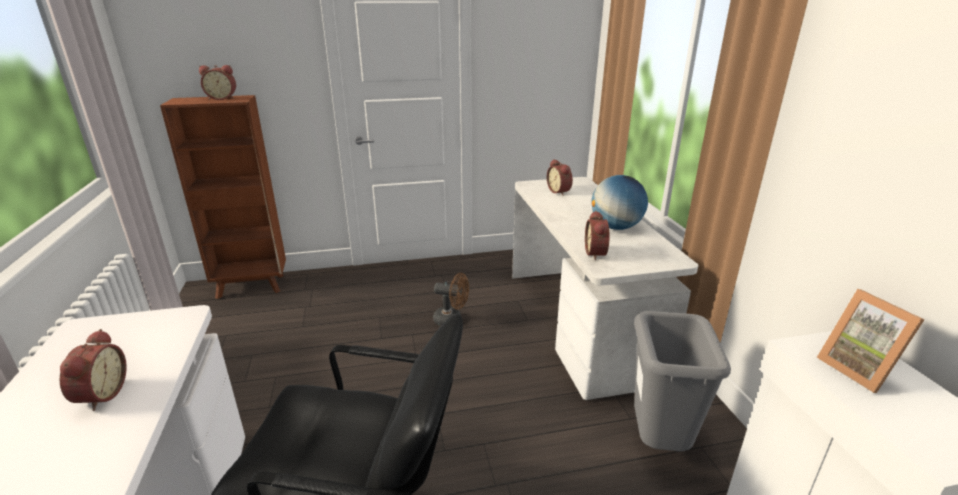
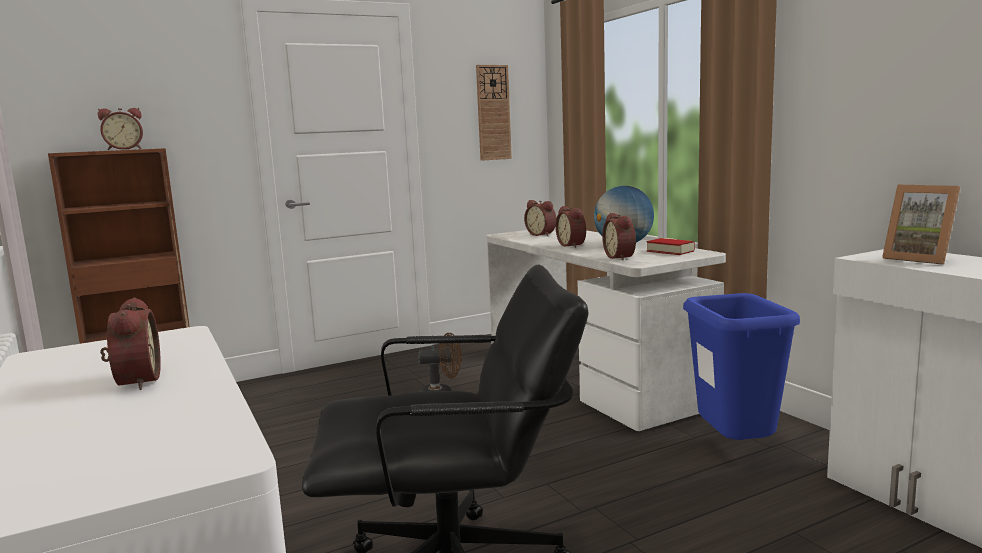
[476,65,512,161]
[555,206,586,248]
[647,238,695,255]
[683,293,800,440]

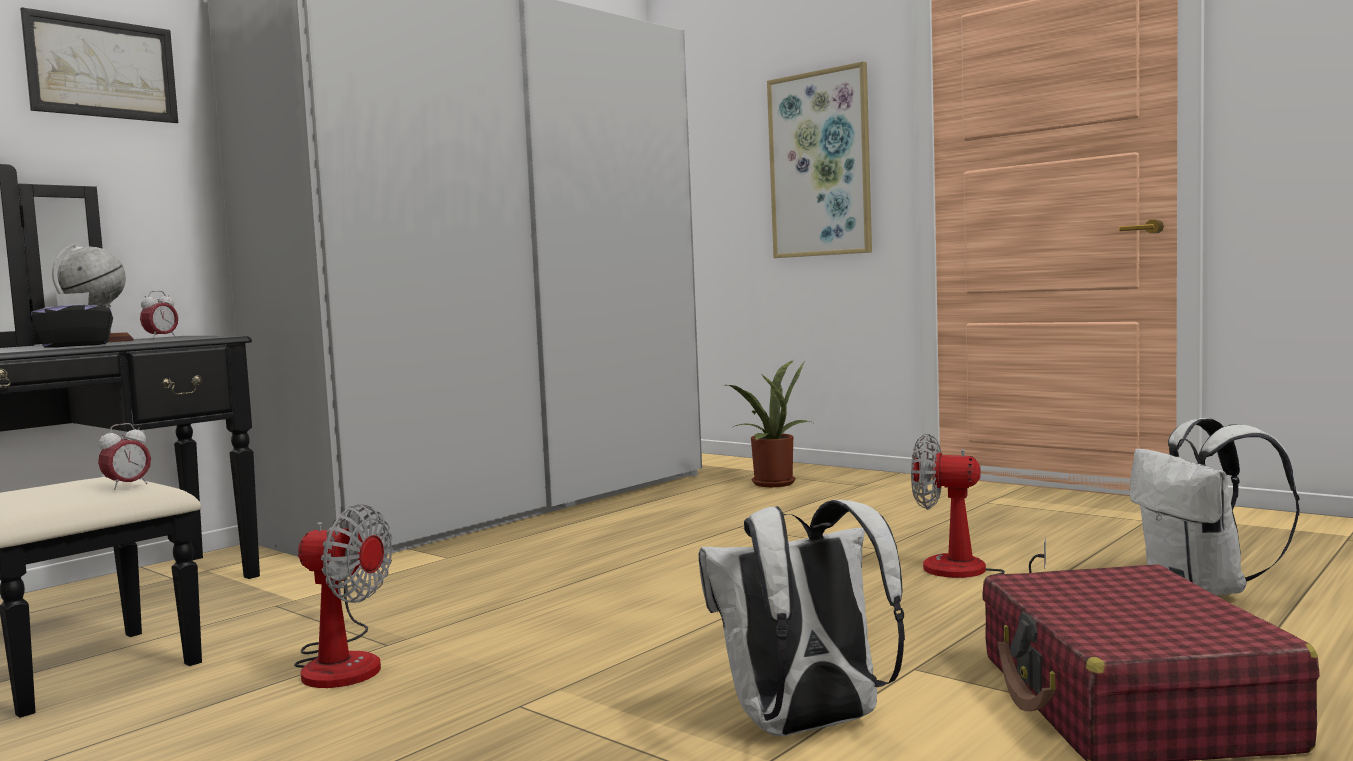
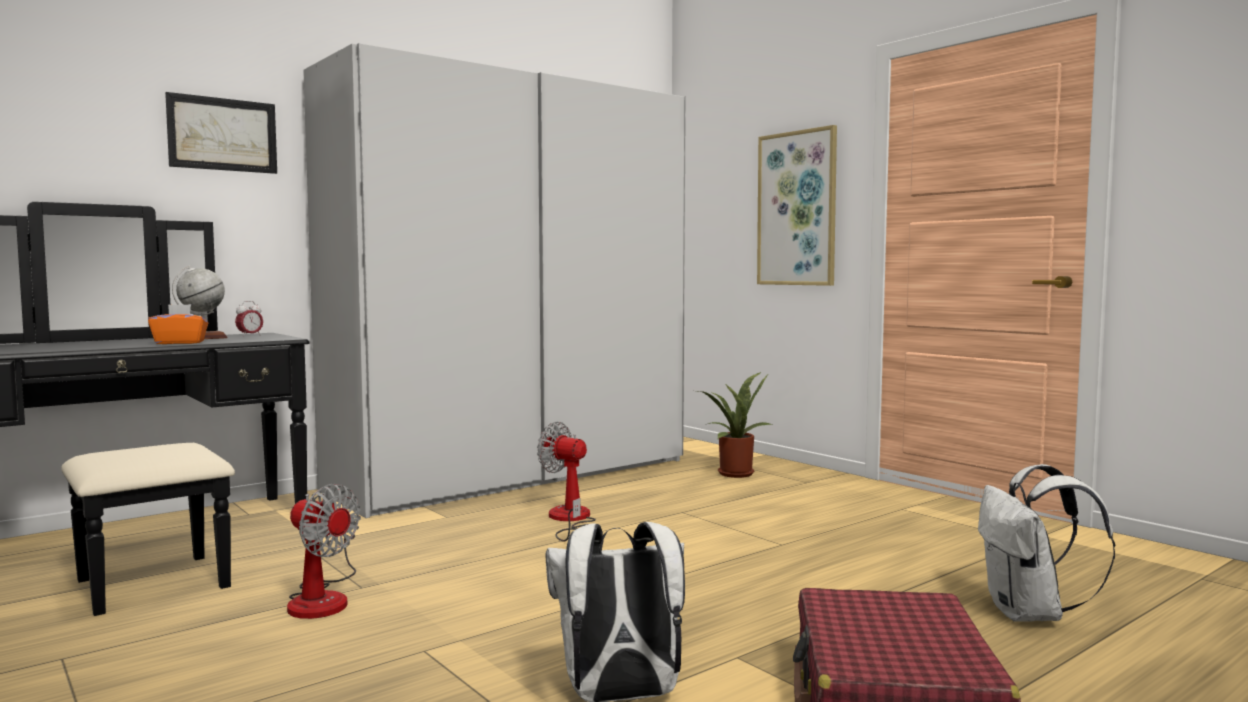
[148,304,208,344]
[537,421,596,542]
[98,423,151,490] (first image)

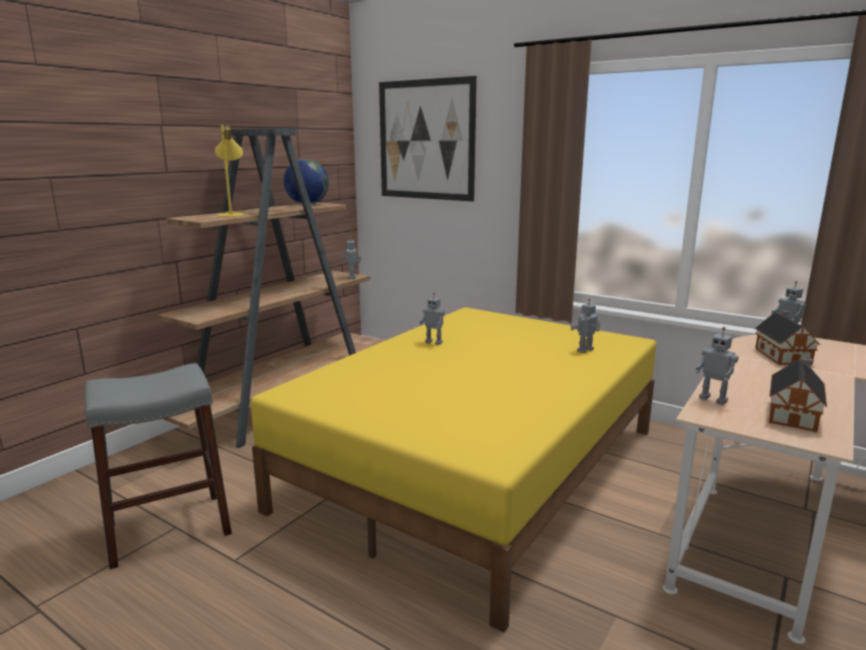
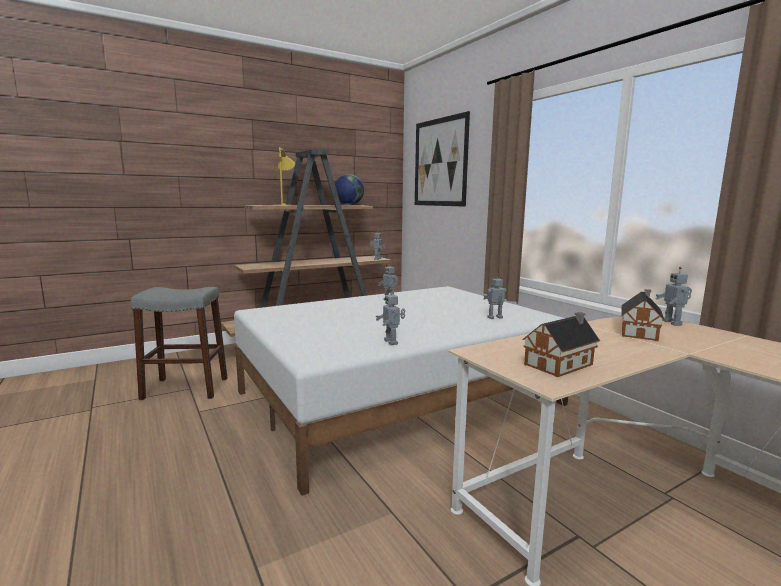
[234,286,568,496]
[376,289,405,345]

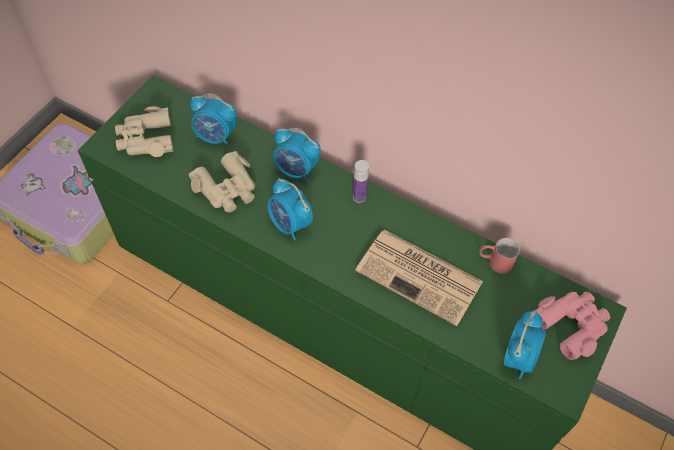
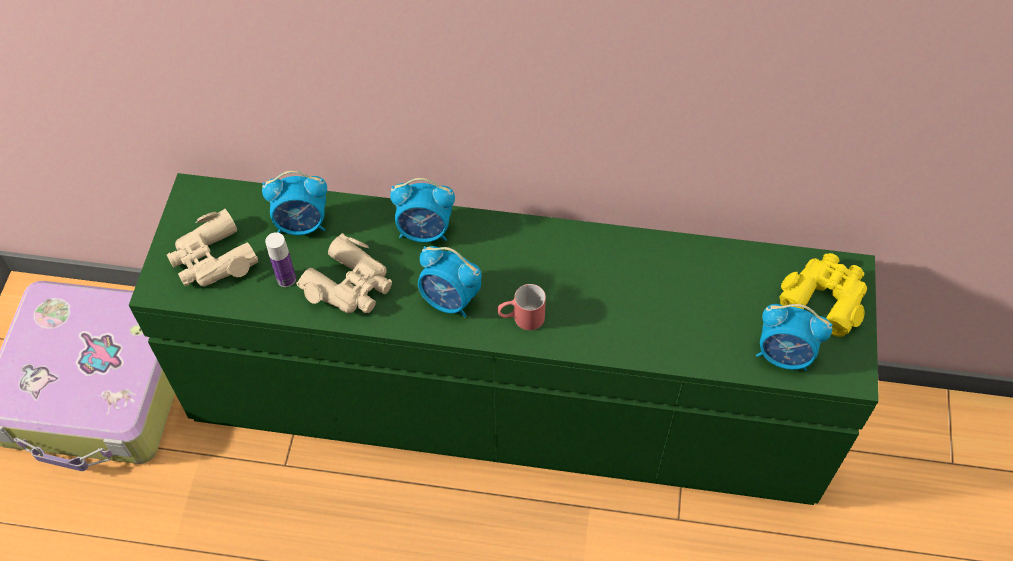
[265,232,296,287]
[497,284,546,330]
[756,304,833,371]
[779,253,867,337]
[355,230,483,326] (first image)

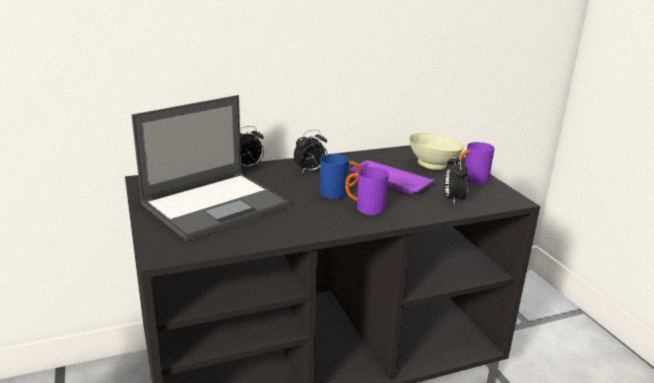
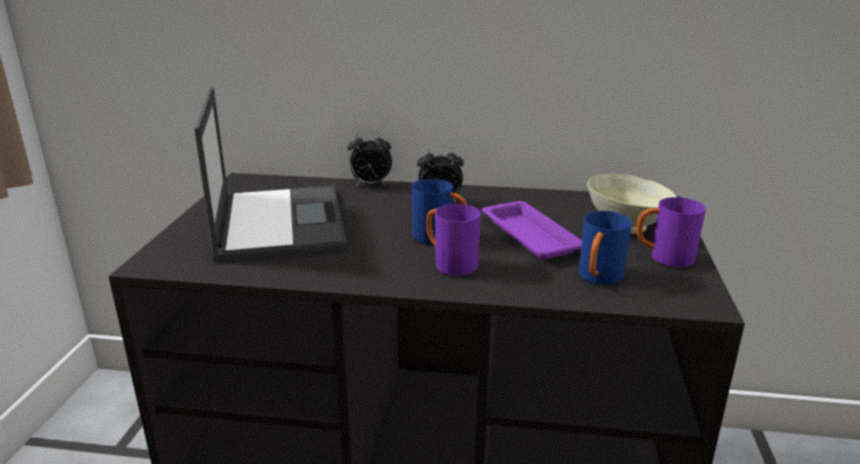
[194,87,347,261]
[579,211,632,285]

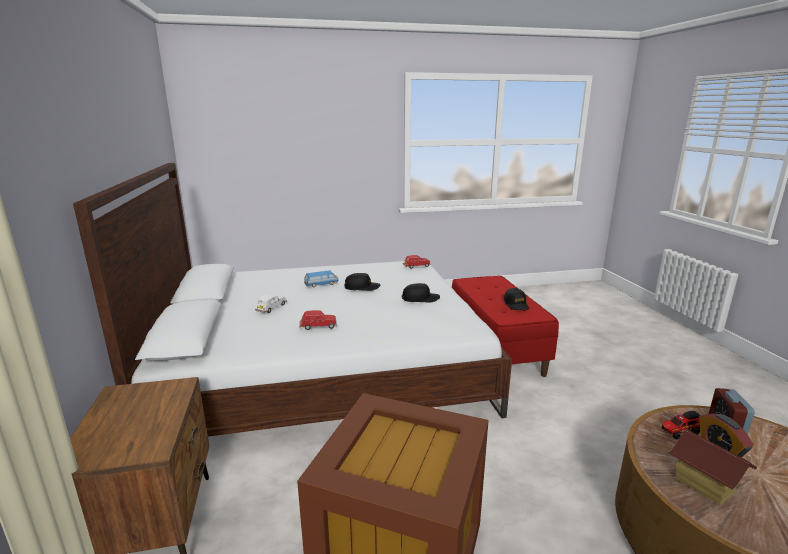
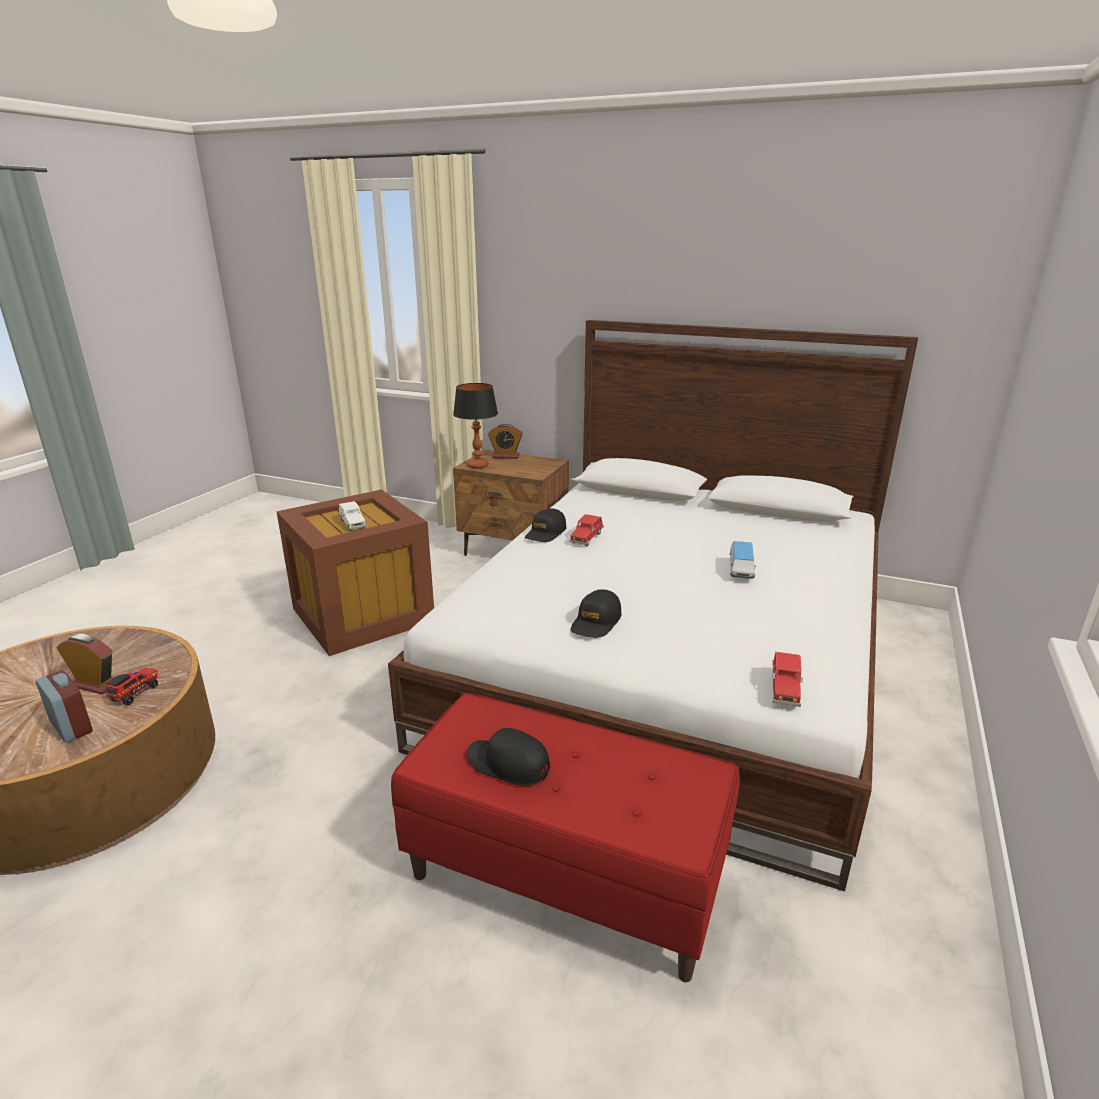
[338,501,367,531]
[453,383,498,469]
[488,424,523,459]
[525,508,566,542]
[668,429,757,506] (first image)

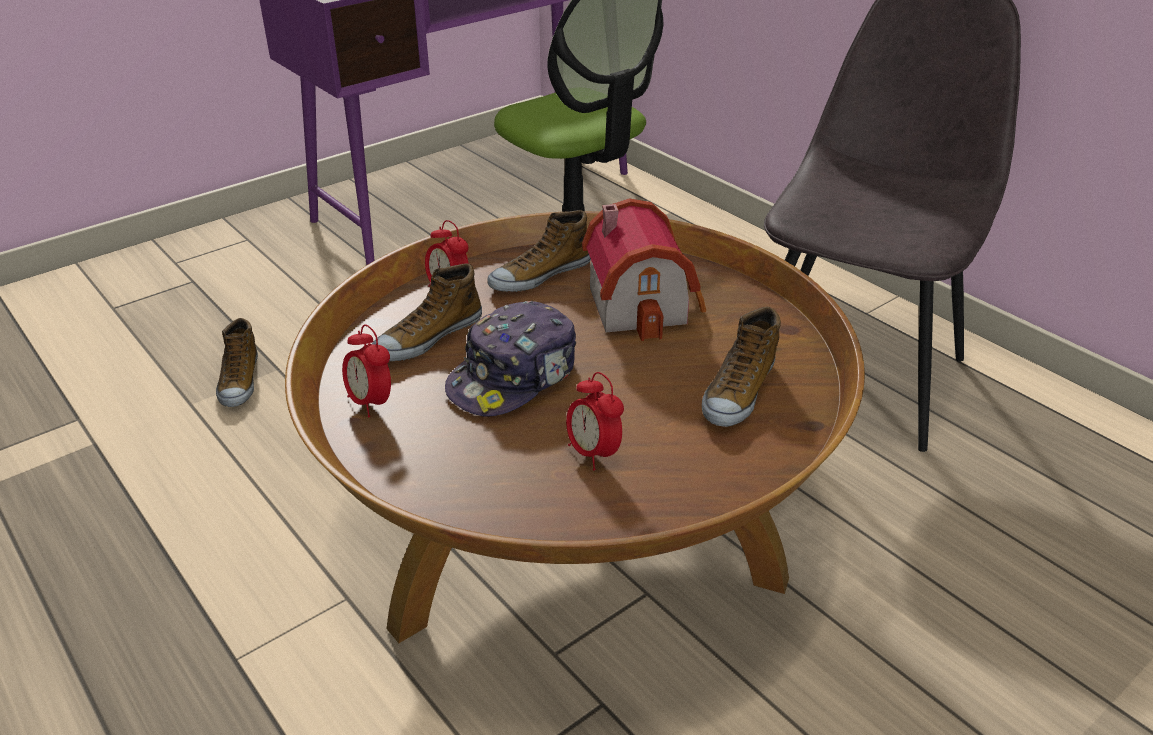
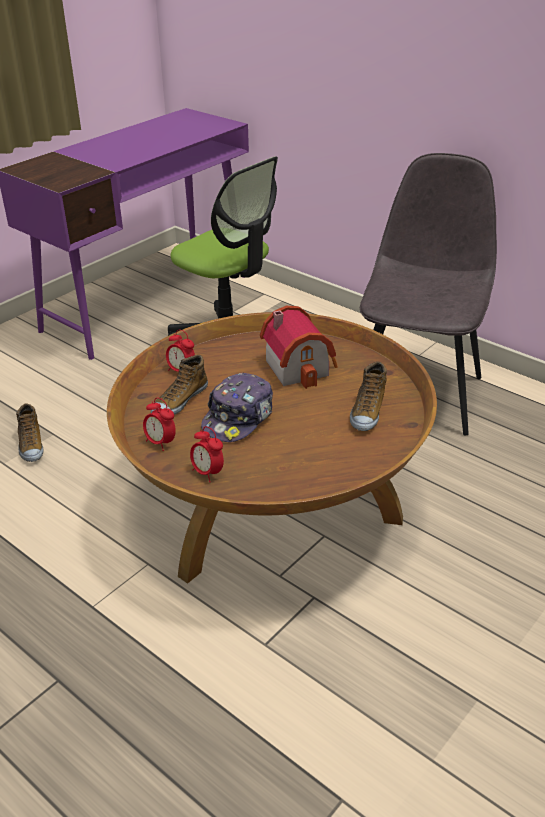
[190,426,224,482]
[487,210,591,292] (first image)

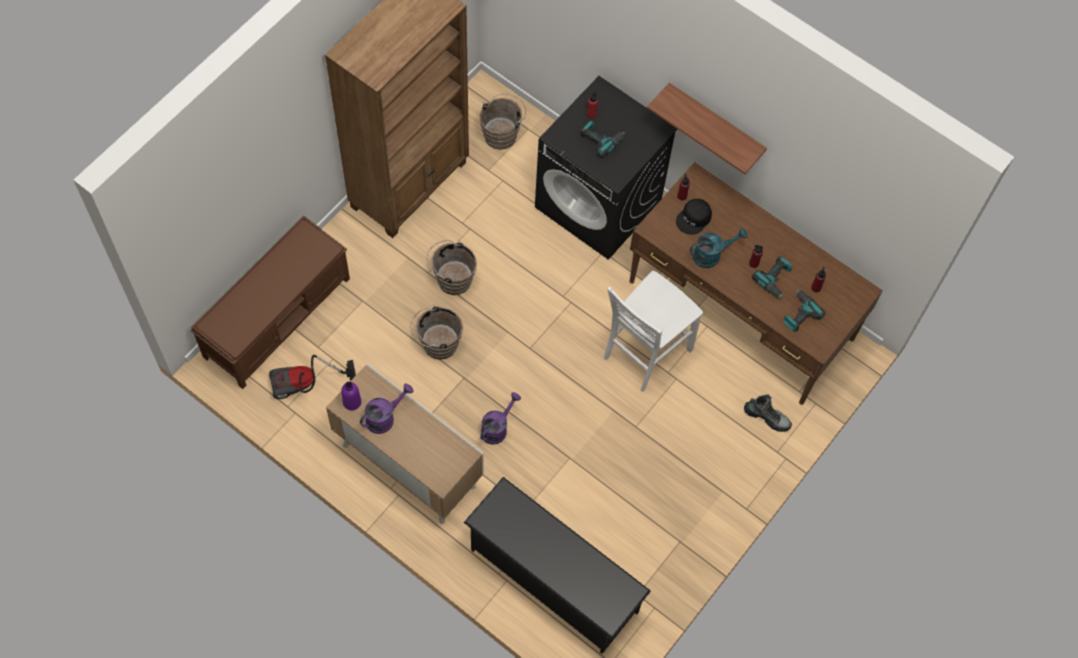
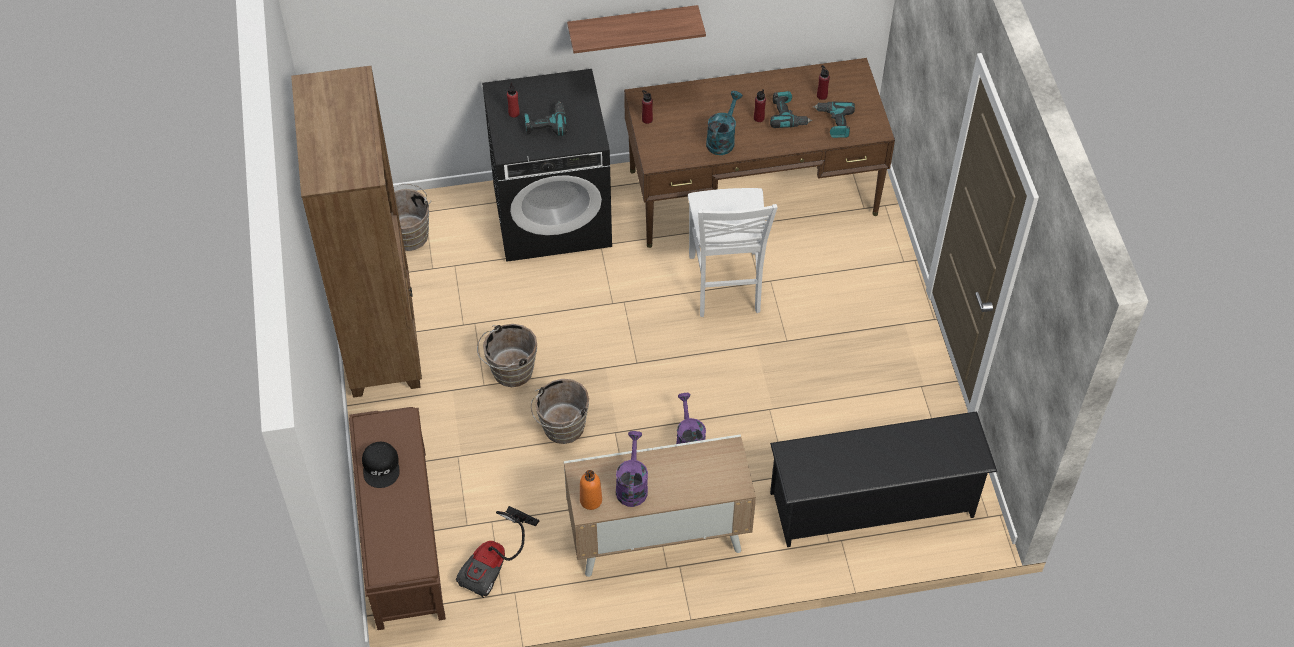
[362,442,400,488]
[580,470,602,510]
[744,394,792,432] (first image)

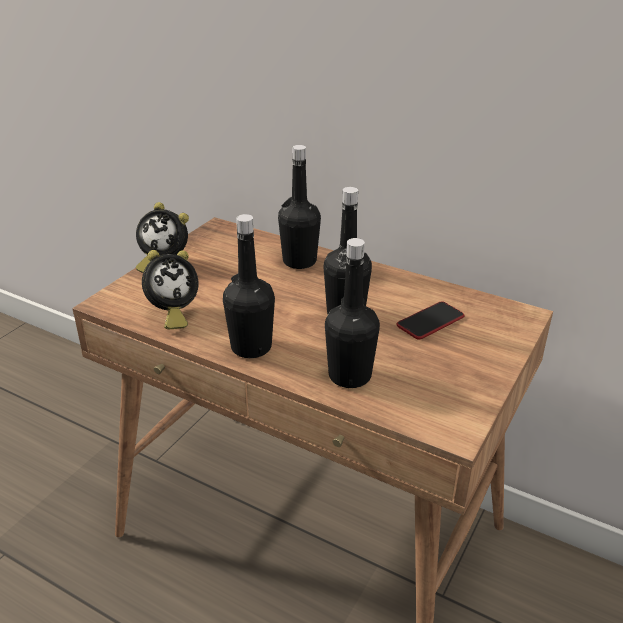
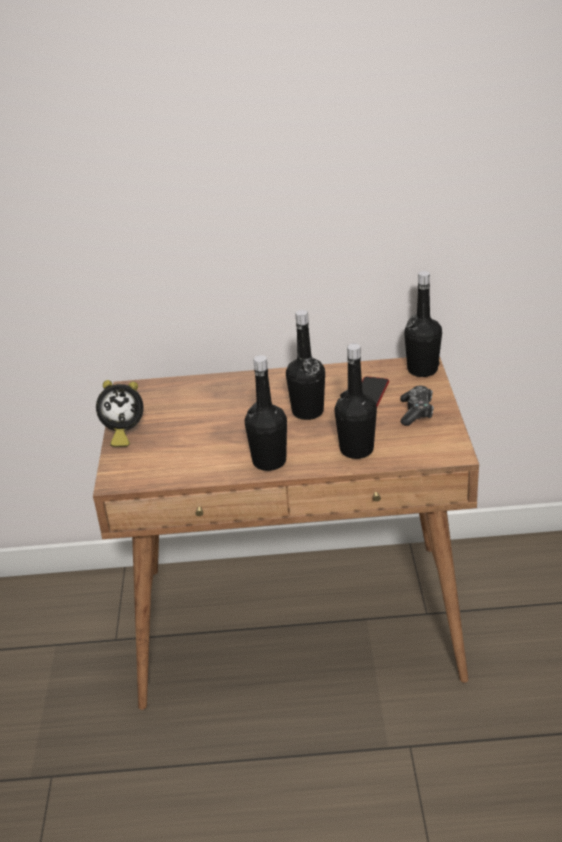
[400,386,434,426]
[404,271,442,377]
[142,250,199,329] (first image)

